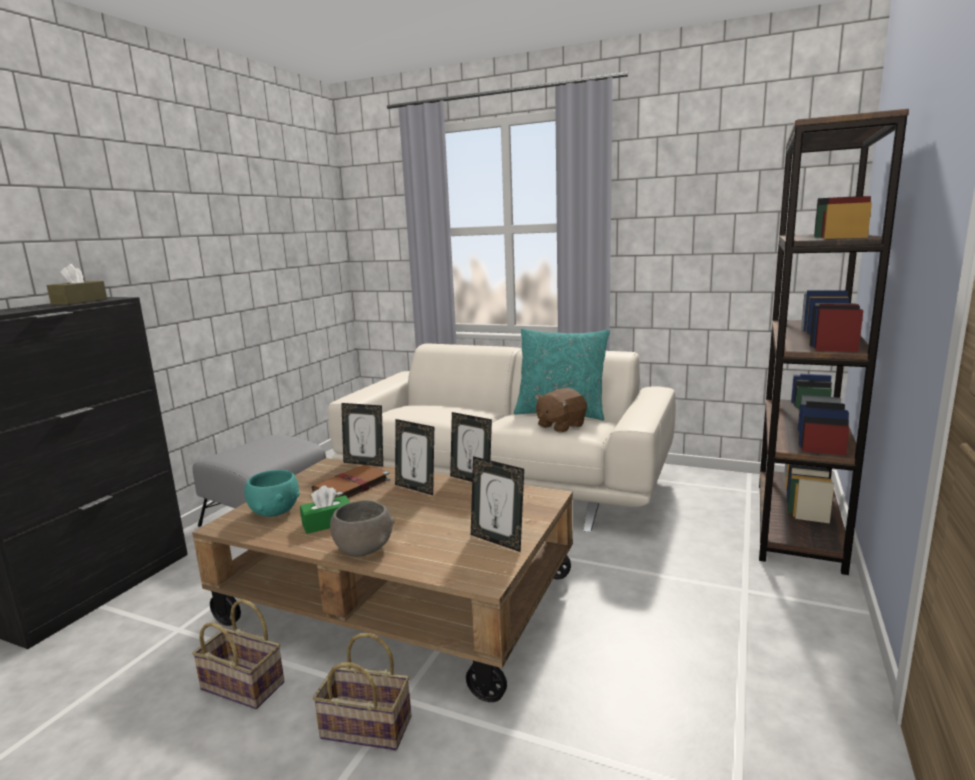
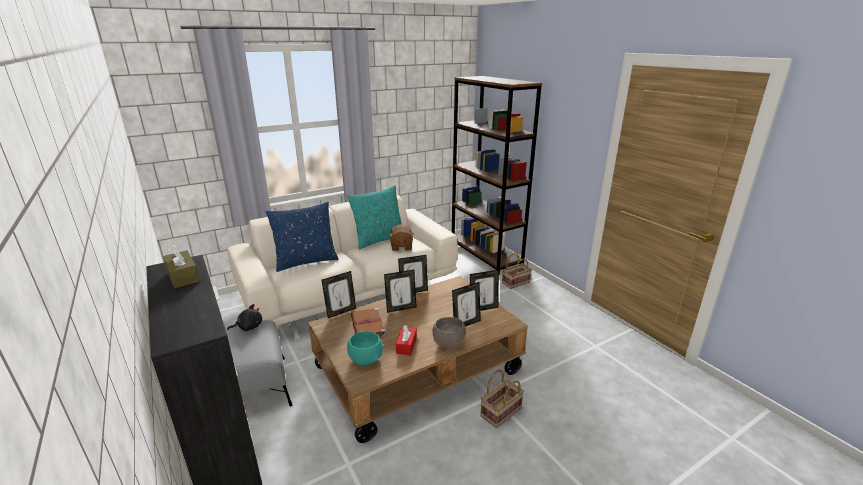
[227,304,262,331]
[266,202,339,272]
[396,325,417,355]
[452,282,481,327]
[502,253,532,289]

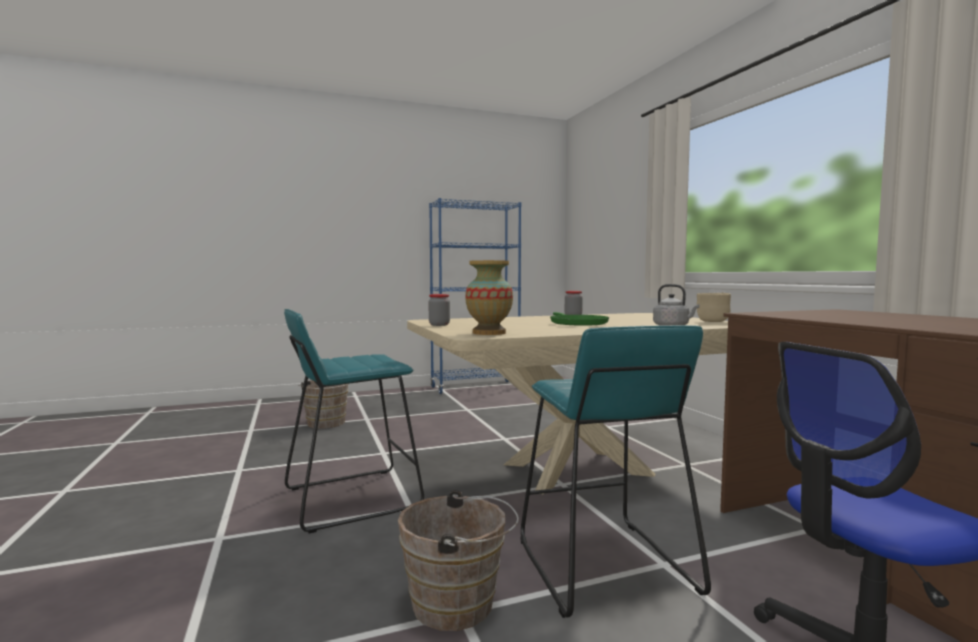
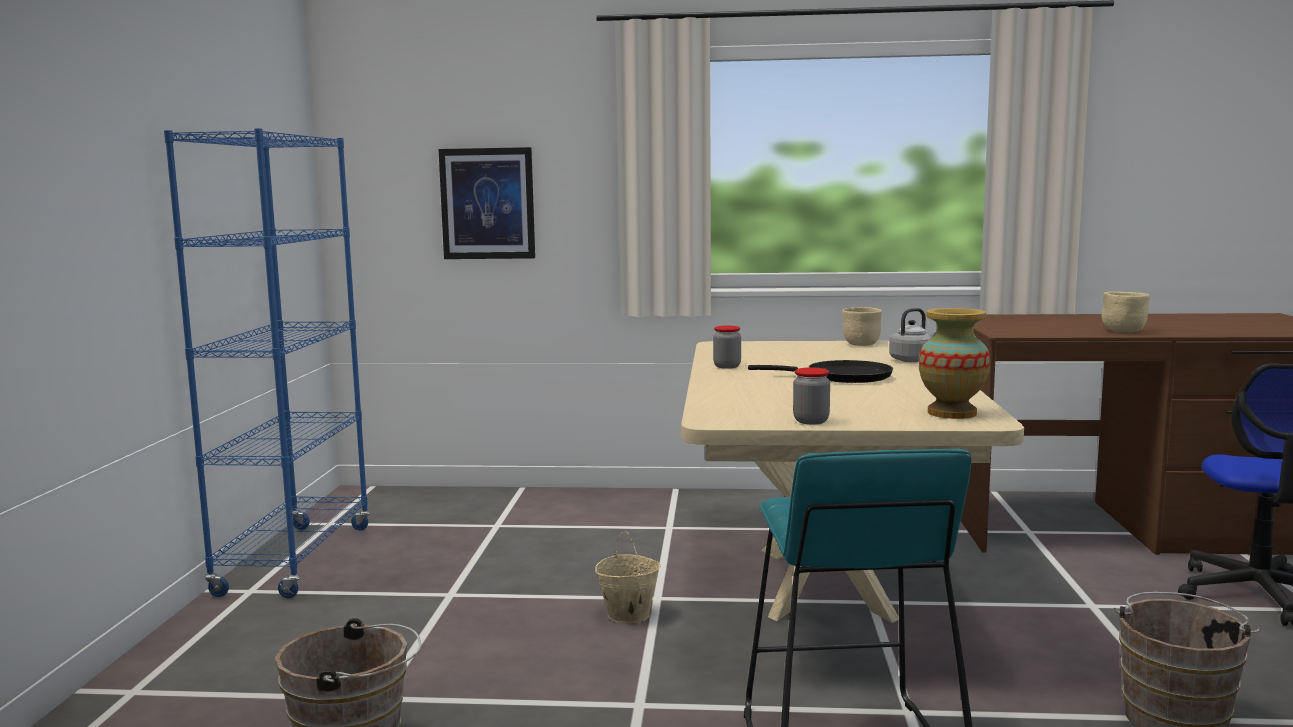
[438,147,535,259]
[595,531,660,623]
[748,360,893,383]
[1102,292,1150,333]
[520,325,711,618] (first image)

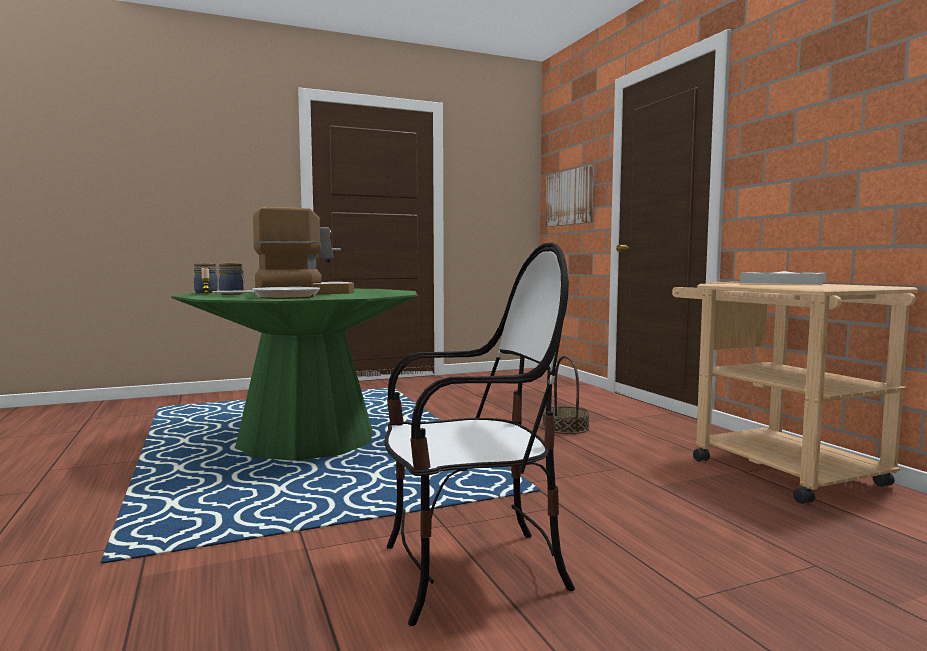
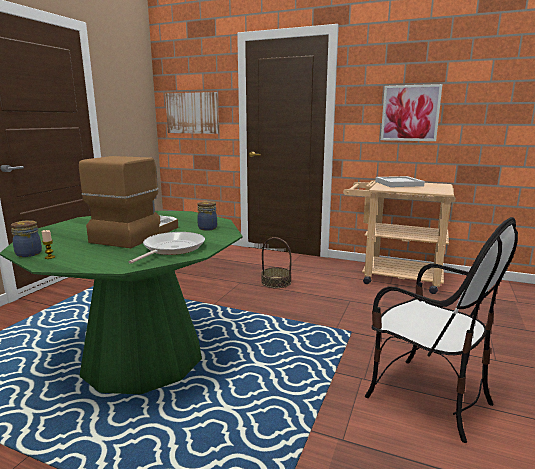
[197,201,217,231]
[365,217,518,443]
[381,84,443,141]

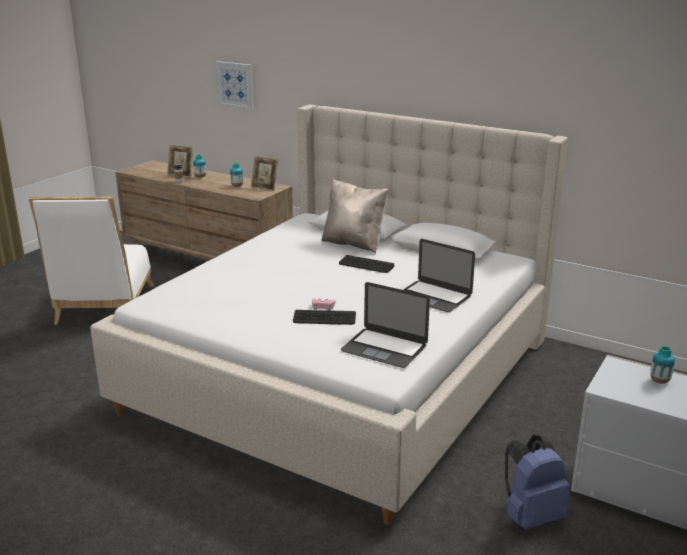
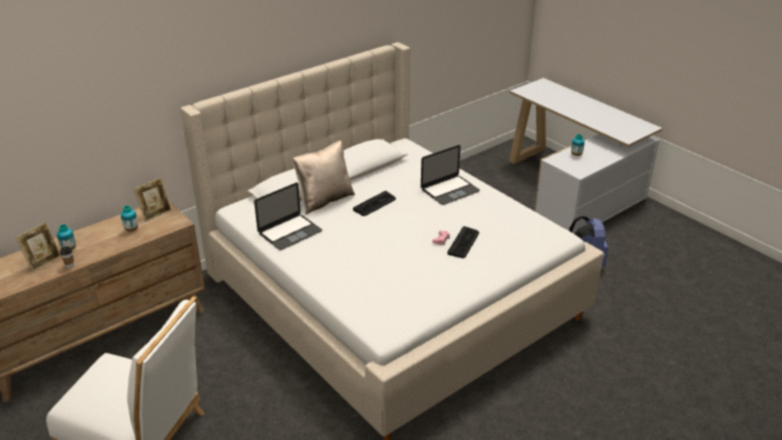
[254,183,322,250]
[215,61,254,110] (first image)

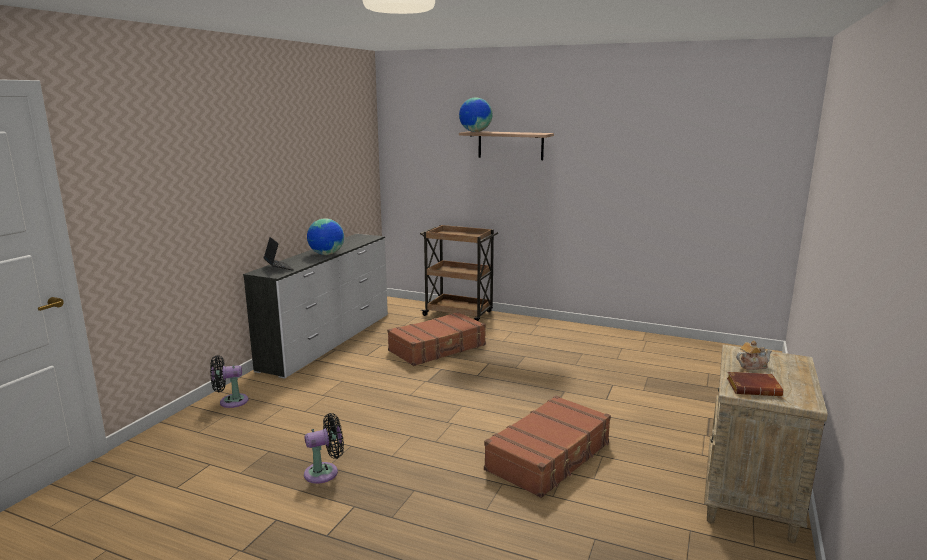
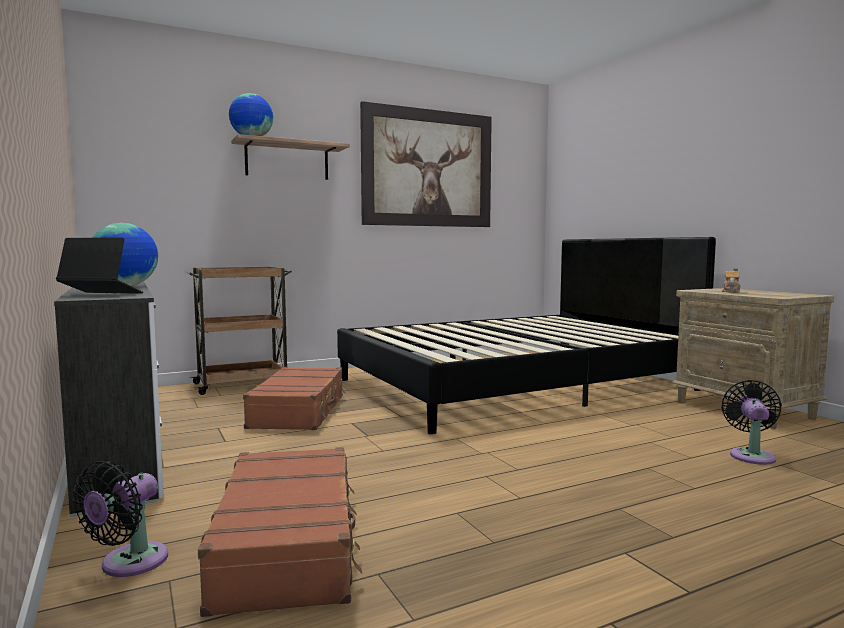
[198,447,362,617]
[337,237,716,434]
[360,101,492,227]
[721,380,782,465]
[727,372,783,396] (first image)

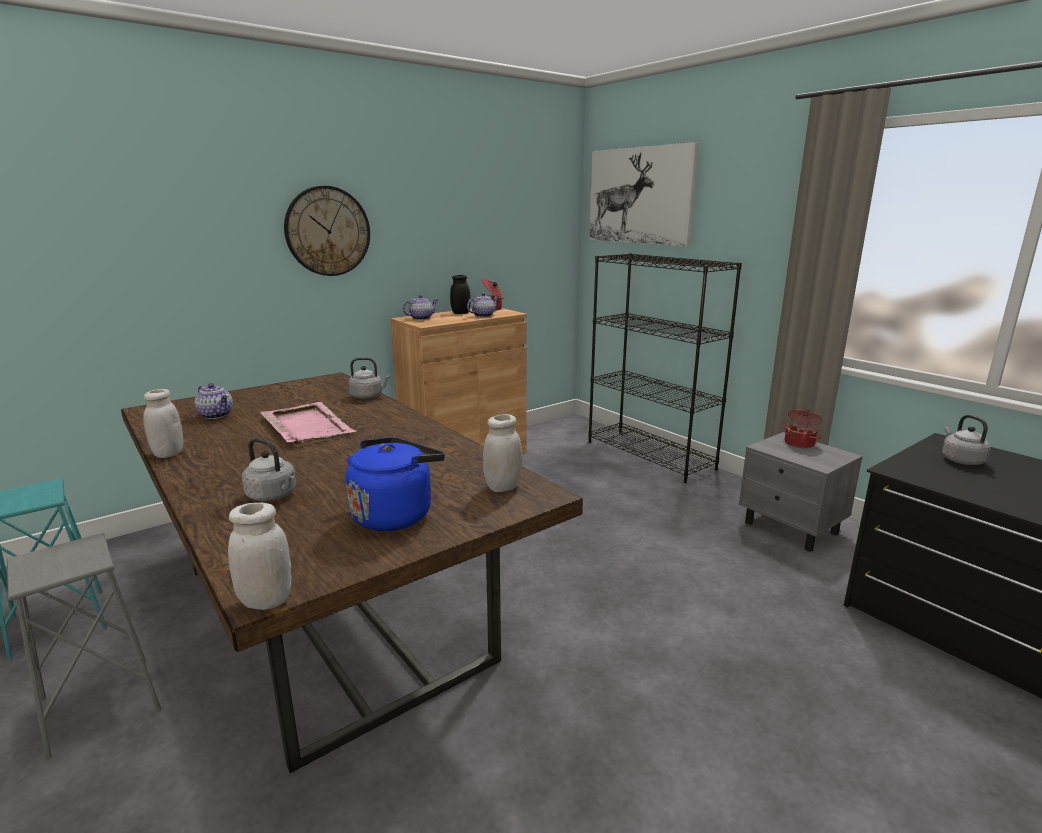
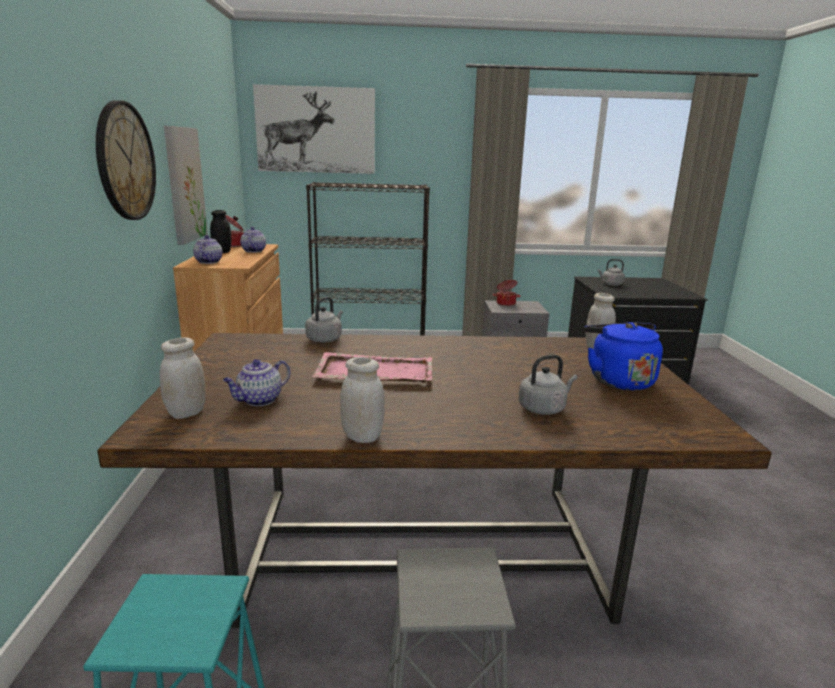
[160,337,206,419]
[164,126,208,245]
[223,359,290,406]

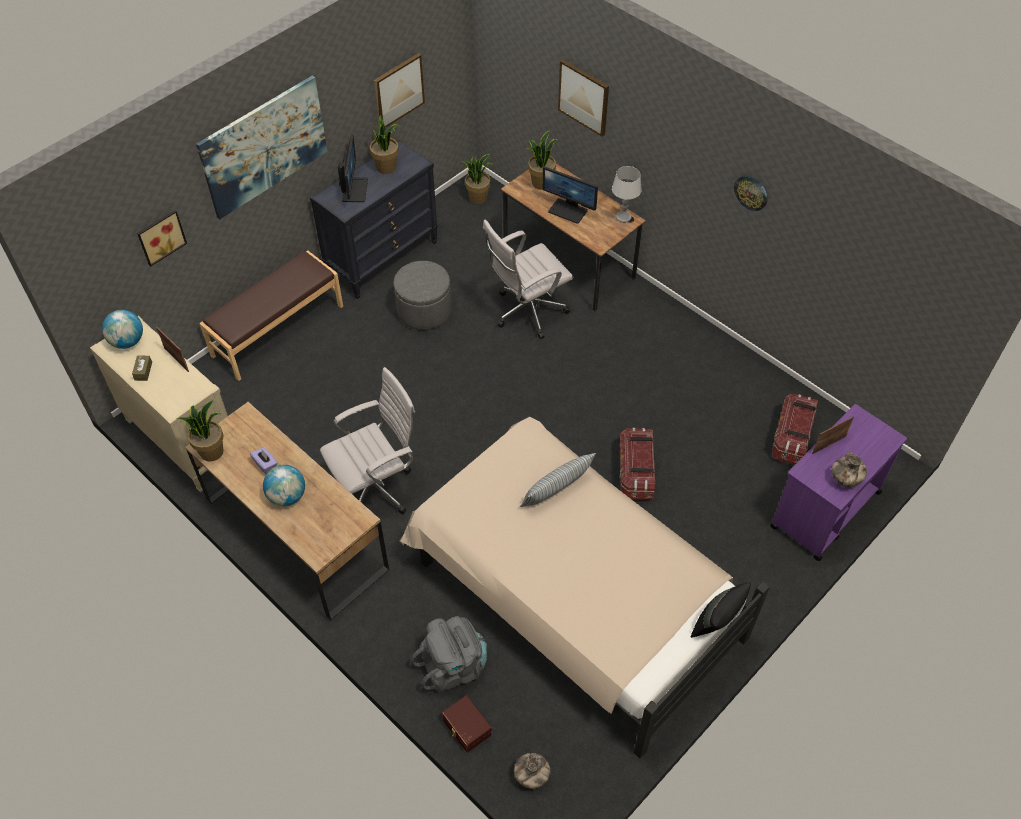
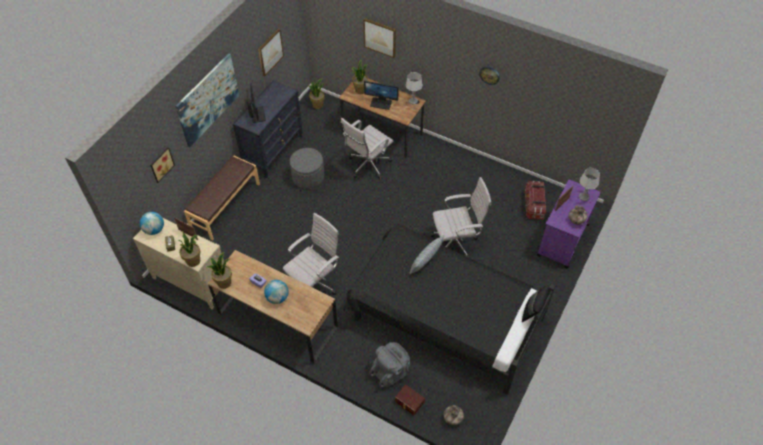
[178,231,201,267]
[343,224,555,395]
[431,177,491,257]
[579,168,600,201]

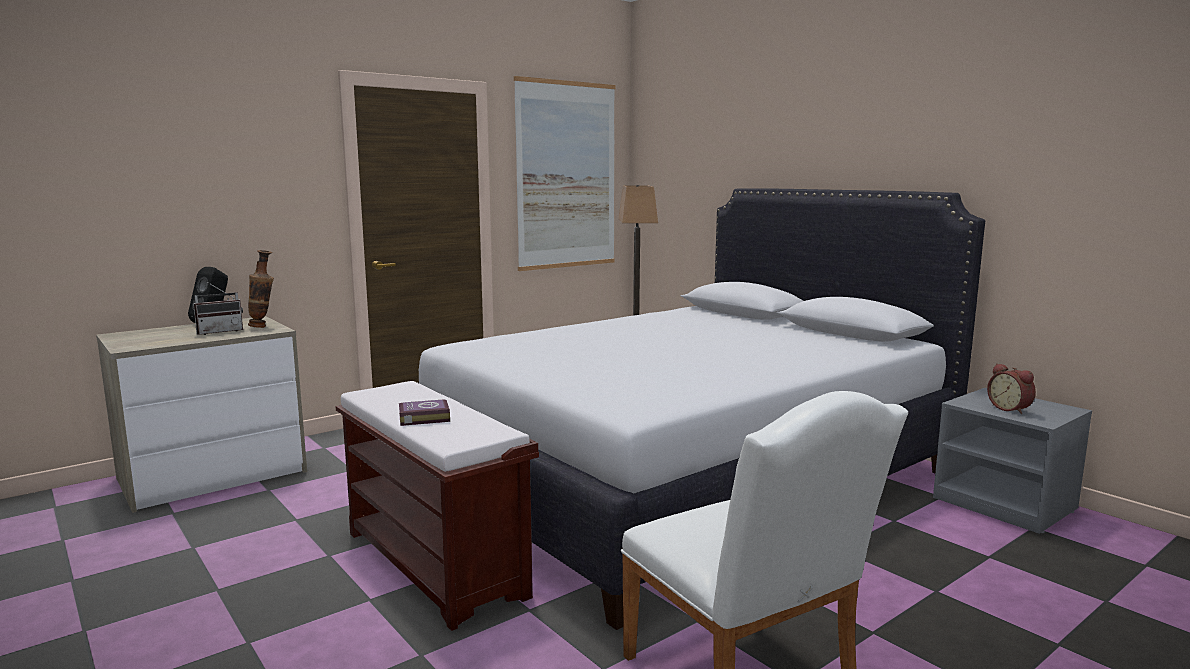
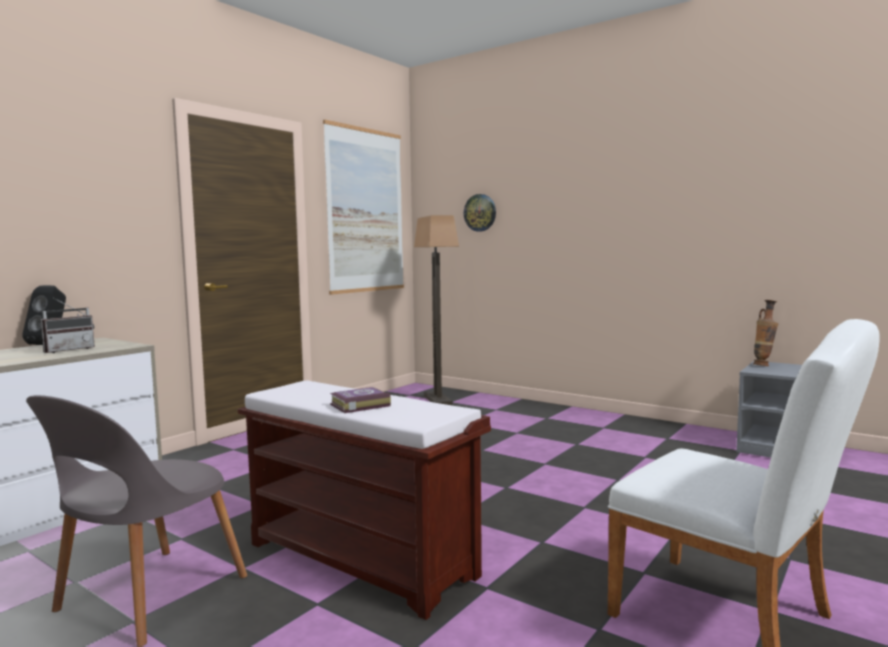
[26,395,248,647]
[464,194,496,232]
[753,300,778,366]
[419,188,985,630] (first image)
[987,363,1036,414] (first image)

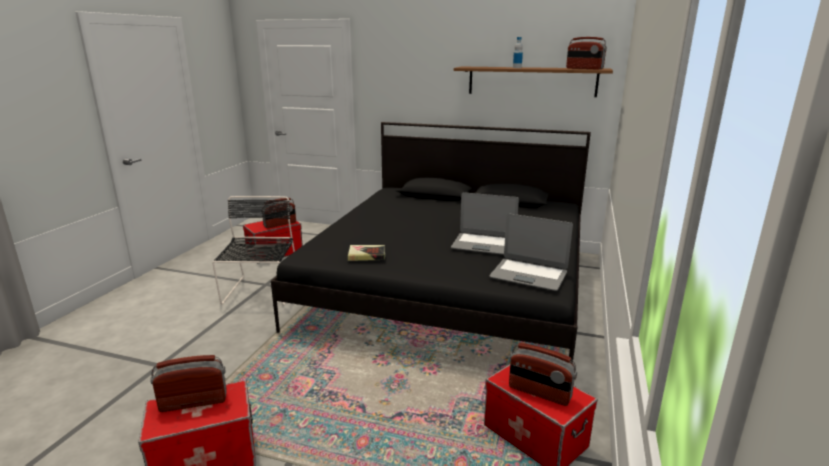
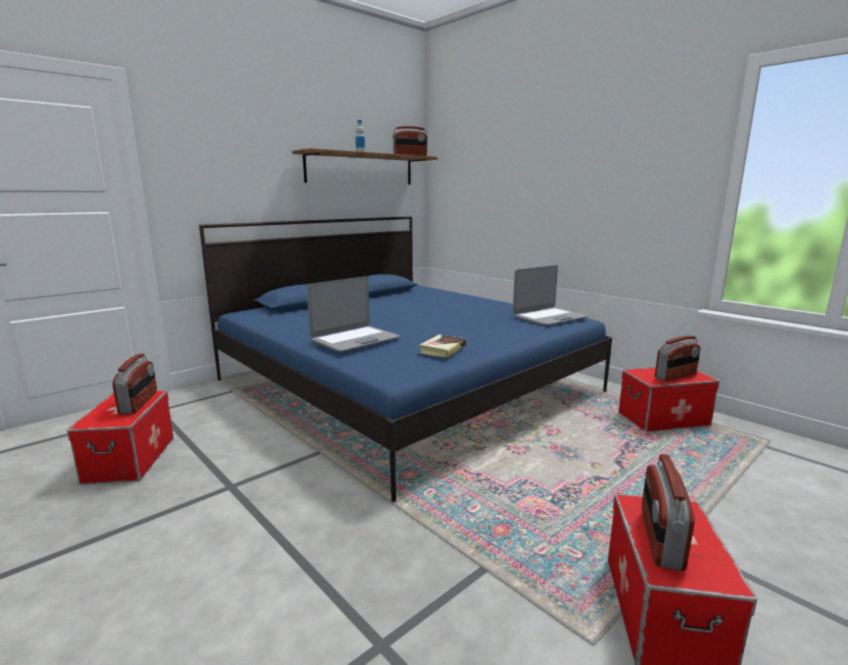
[199,216,612,502]
[307,276,400,352]
[212,196,295,305] (first image)

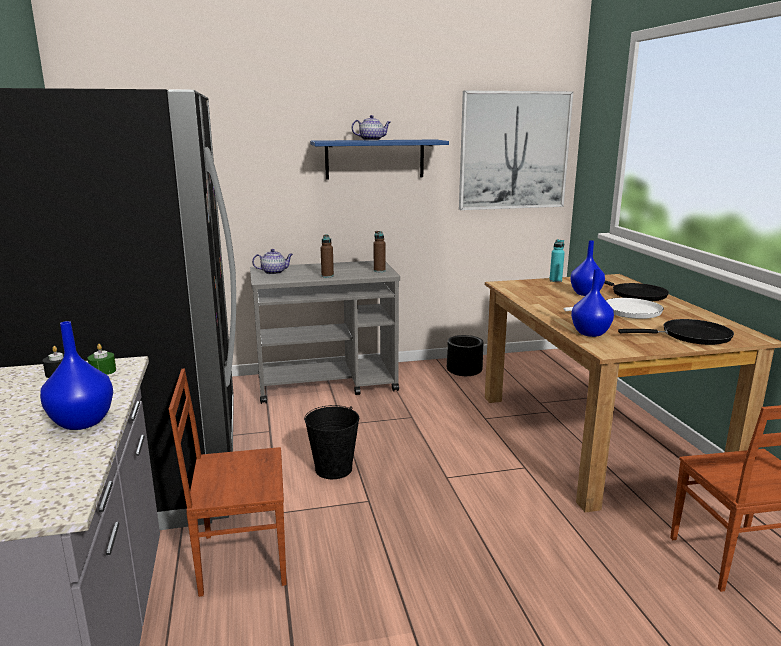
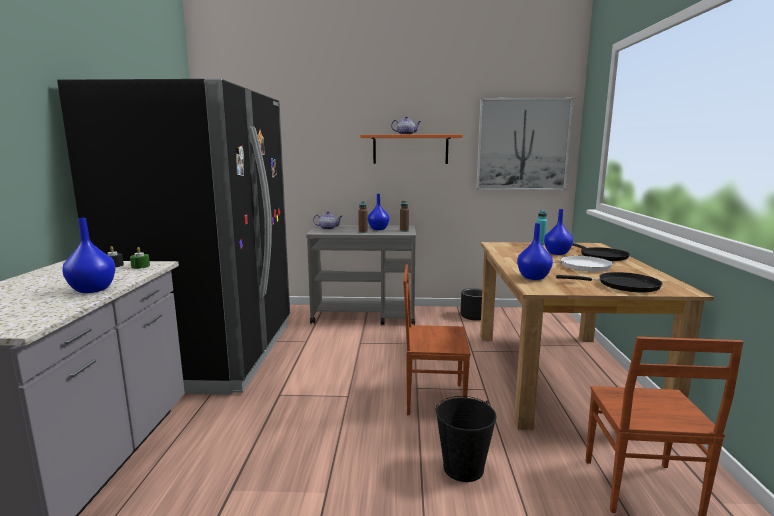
[360,135,463,164]
[368,194,389,230]
[403,264,471,415]
[436,396,496,482]

